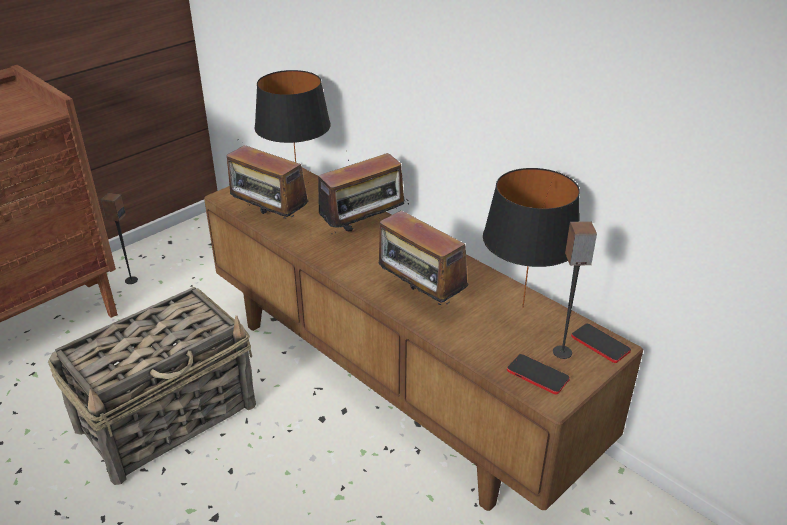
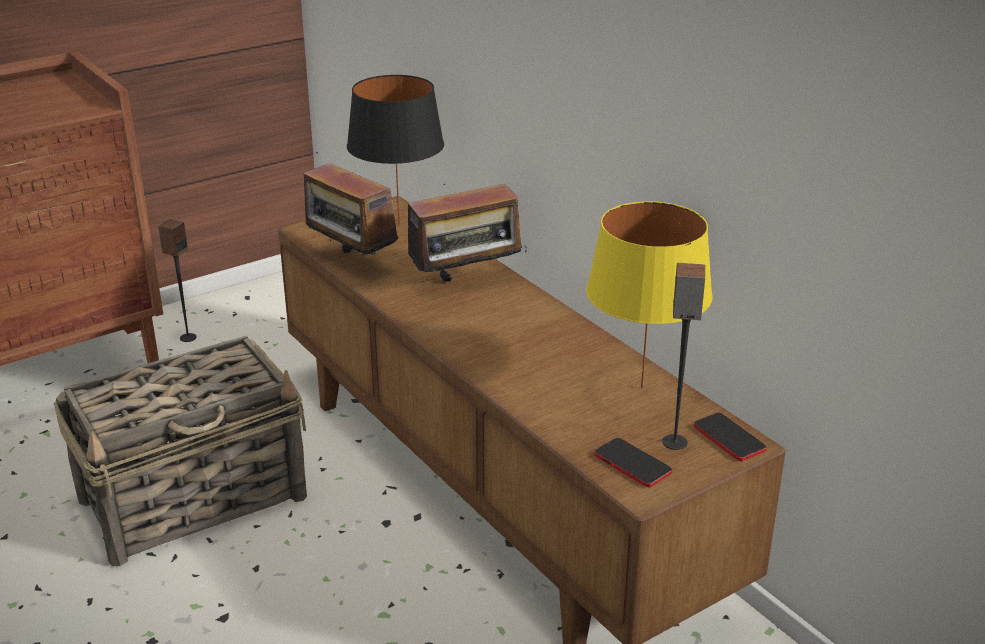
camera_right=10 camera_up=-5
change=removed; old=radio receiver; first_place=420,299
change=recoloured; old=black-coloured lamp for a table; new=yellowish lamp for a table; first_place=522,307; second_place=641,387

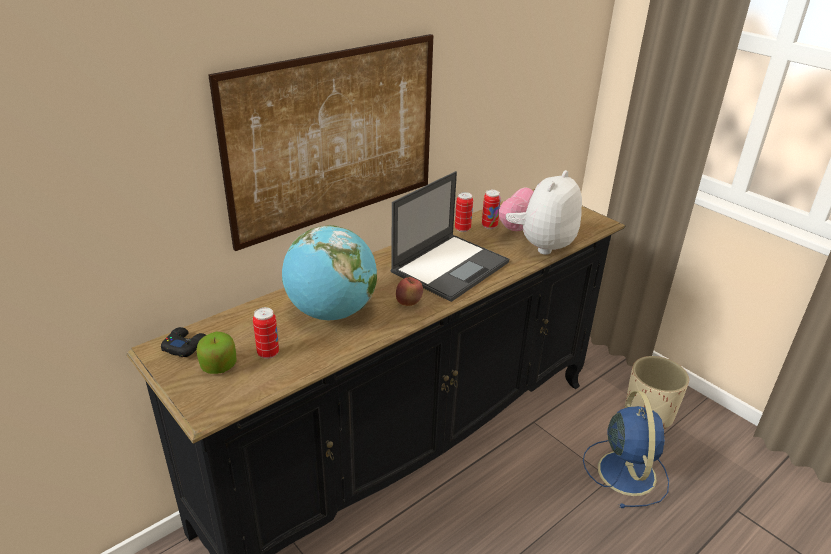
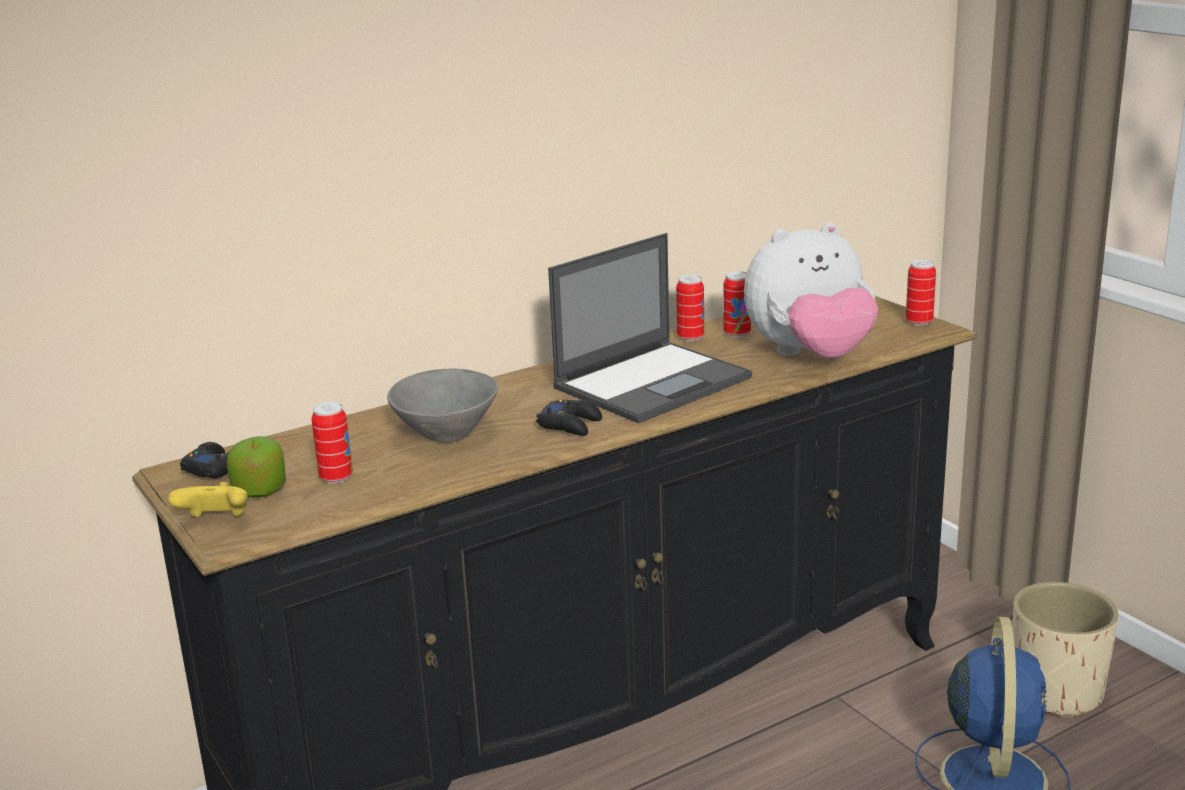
camera_right=10 camera_up=-10
change=removed; old=wall picture; first_place=335,138
change=added; new=yellowish game controller; second_place=215,521
change=added; new=metal can; second_place=919,322
change=replaced; old=globe; new=gray deep dish; first_place=331,312; second_place=446,434
change=replaced; old=apple fruit; new=black-coloured game controller; first_place=409,303; second_place=570,425
change=turned; old=cuddly toy; first_place=538,244; second_place=810,356; degrees=-150

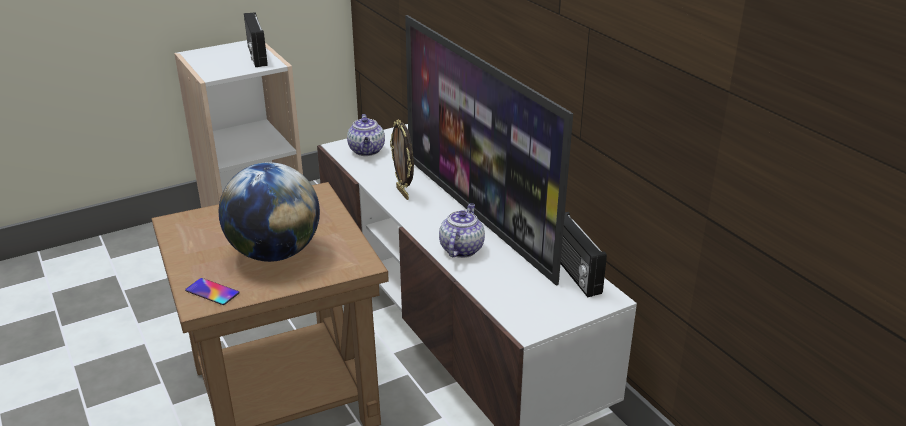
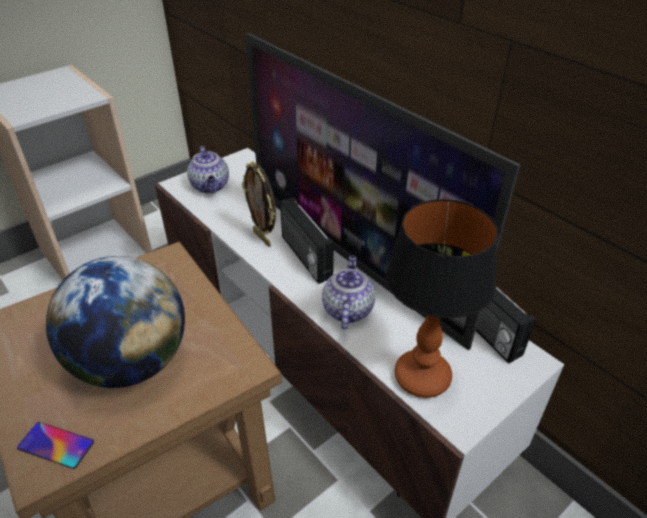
camera_right=-10 camera_up=10
change=added; new=lamp for a table; second_place=421,376
change=moved; old=radio receiver; first_place=256,56; second_place=304,257

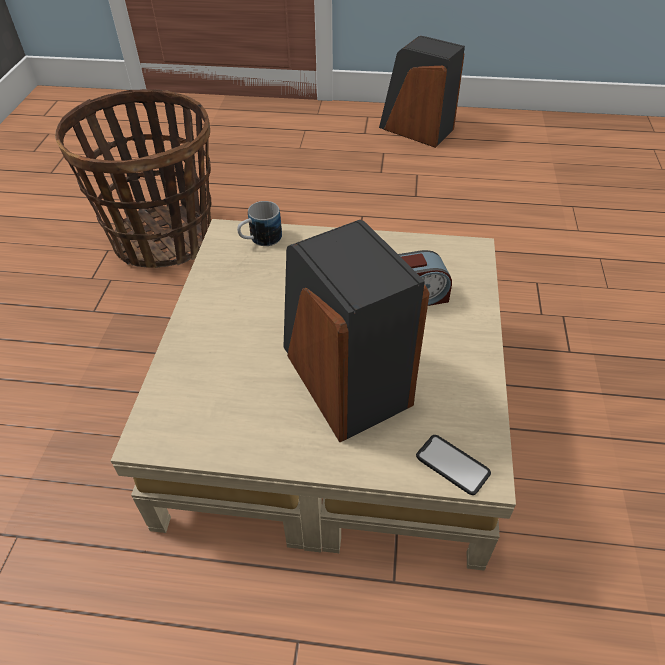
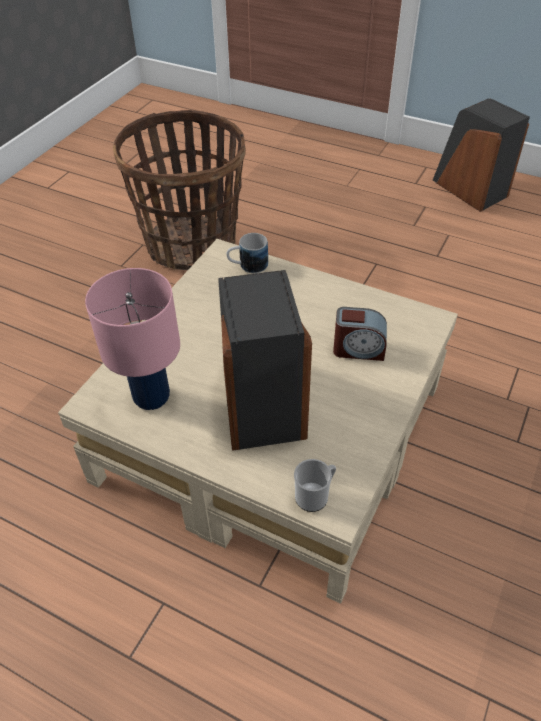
camera_right=20 camera_up=0
change=added; new=pink-coloured lamp for a table; second_place=149,397
change=replaced; old=telephone; new=tea mug; first_place=452,465; second_place=314,496

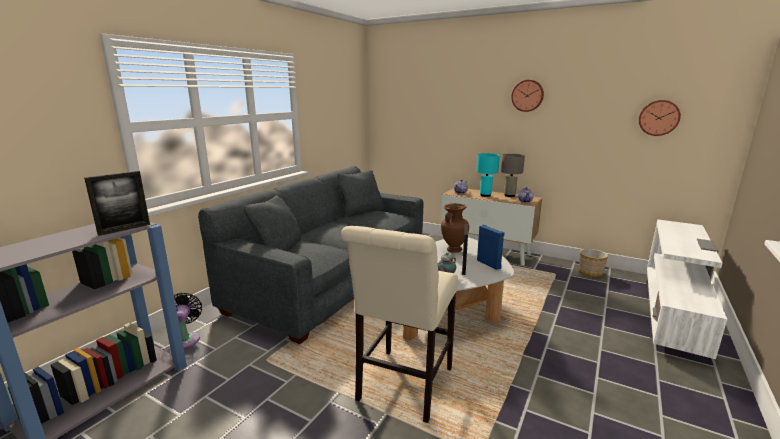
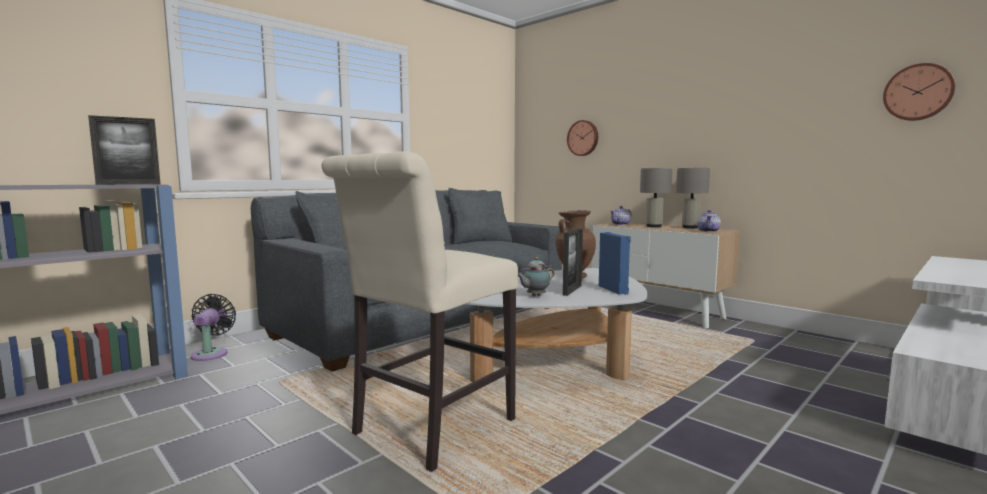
camera_right=15 camera_up=-10
change=removed; old=plant pot; first_place=591,272
change=moved; old=wall clock; first_place=527,95; second_place=583,138
change=recoloured; old=turquoise lamp for a table; new=gray lamp for a table; first_place=485,195; second_place=654,226

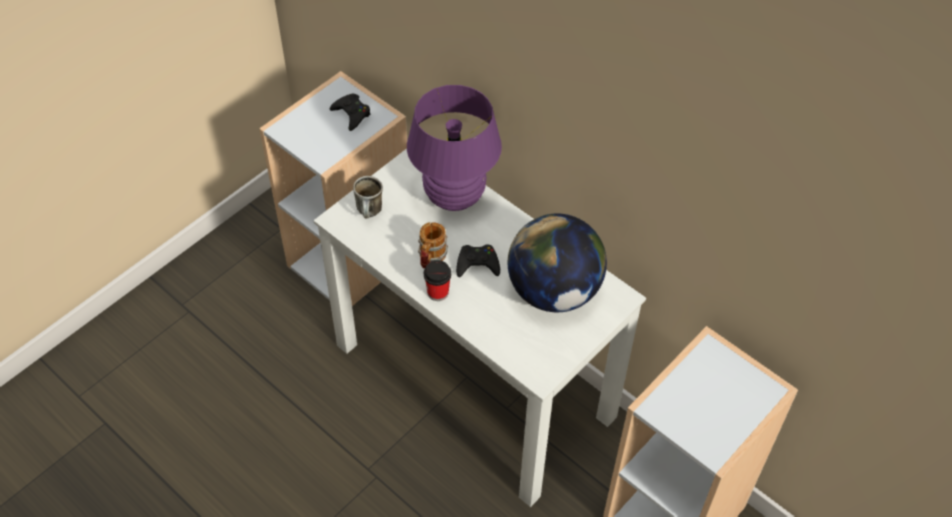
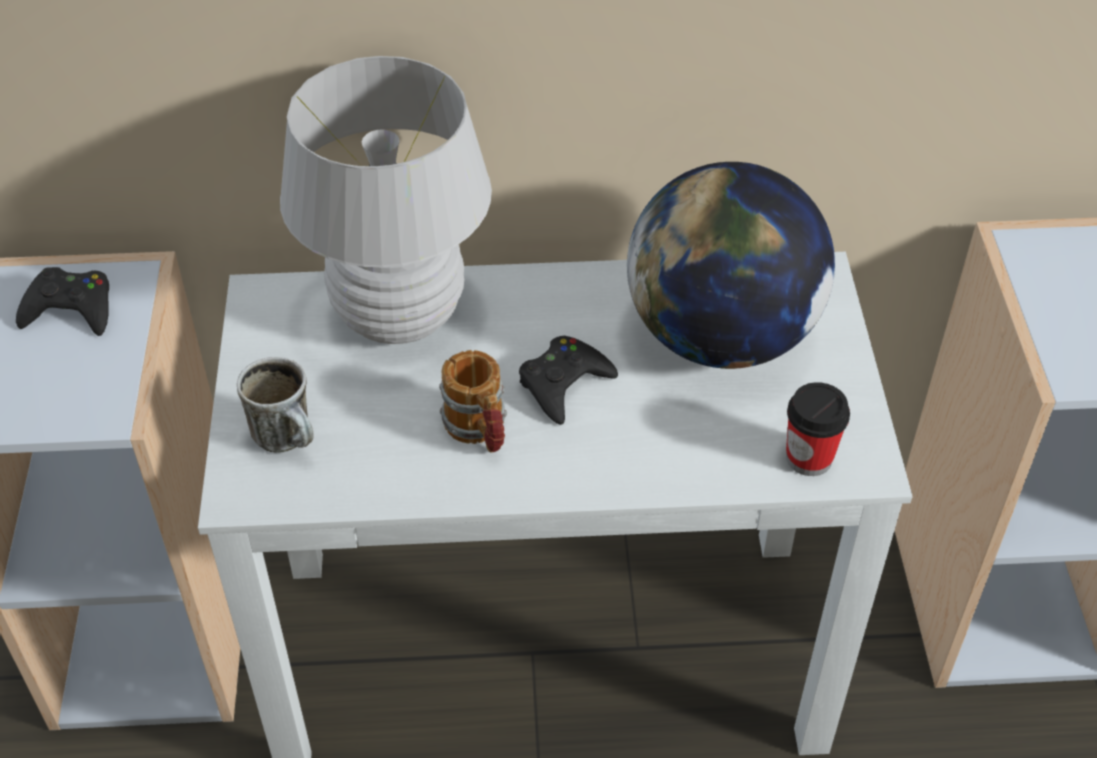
camera_right=-45 camera_up=-5
change=moved; old=small cup; first_place=438,292; second_place=809,458
change=recoloured; old=purple-coloured lamp for a table; new=white lamp for a table; first_place=454,196; second_place=398,317

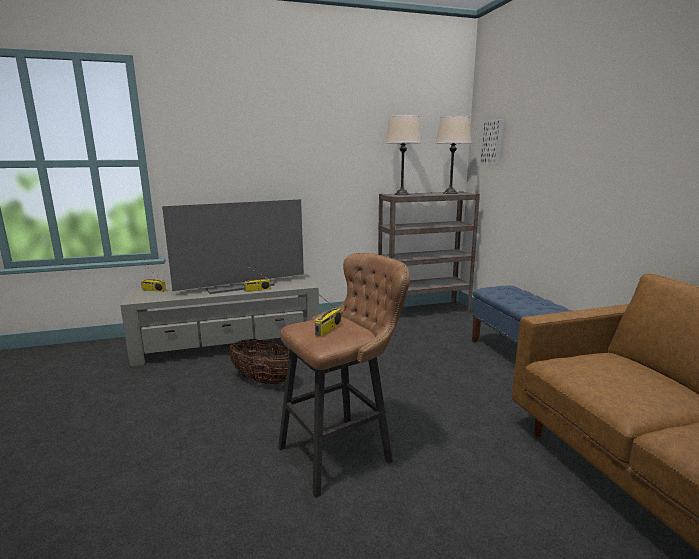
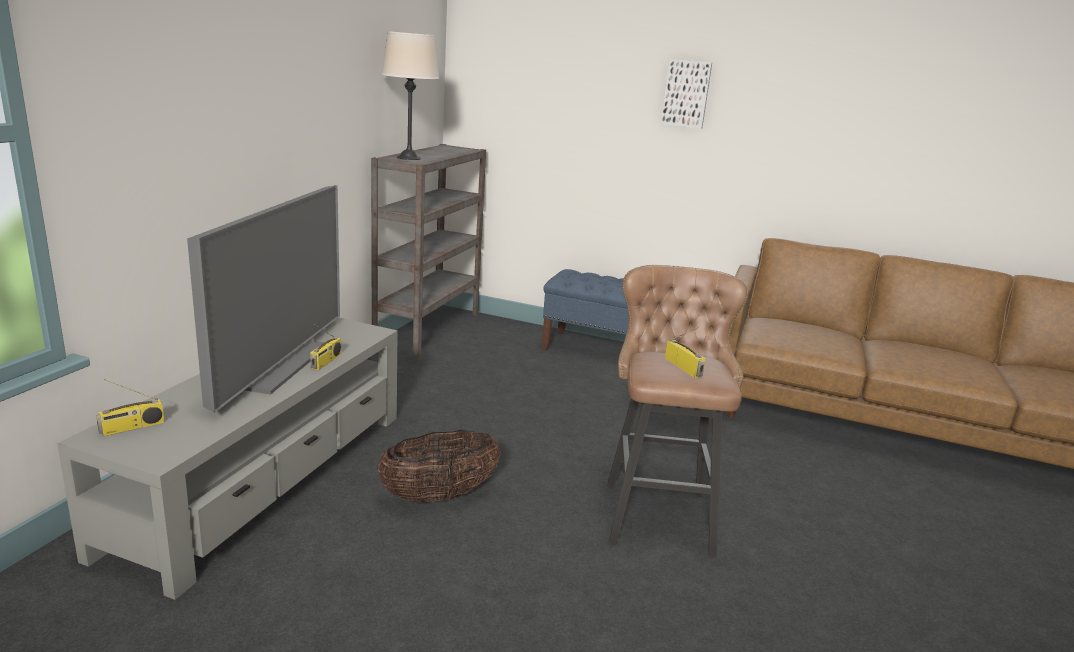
camera_right=-55 camera_up=5
change=removed; old=beige lamp for a table; first_place=450,193
change=moved; old=wall picture; first_place=493,142; second_place=686,93

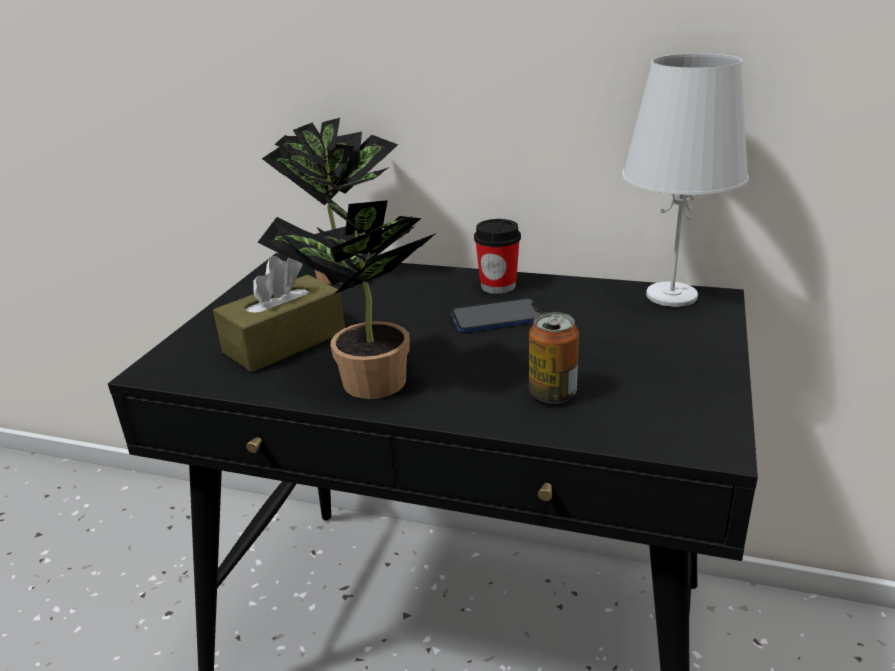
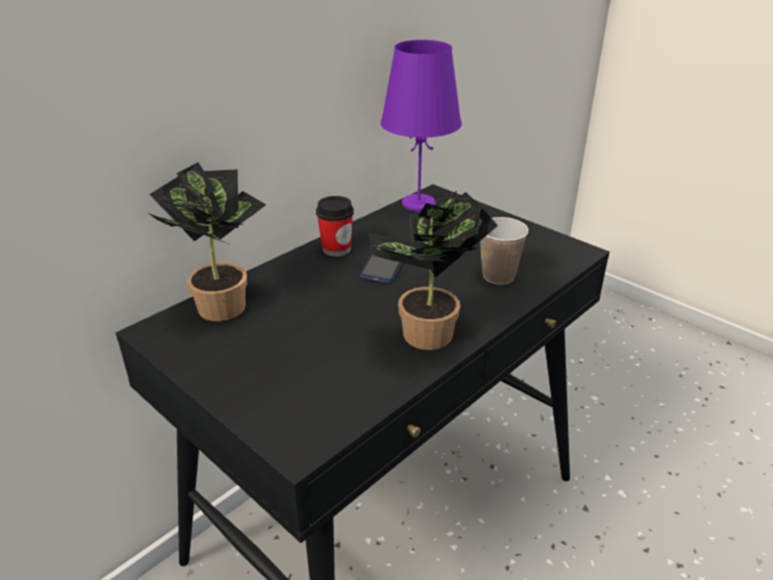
camera_right=-65 camera_up=5
change=removed; old=brown-coloured tissue holder; first_place=285,342
change=replaced; old=metal can; new=small cup; first_place=552,394; second_place=498,276
change=recoloured; old=white lamp for a table; new=purple-coloured lamp for a table; first_place=671,295; second_place=418,203

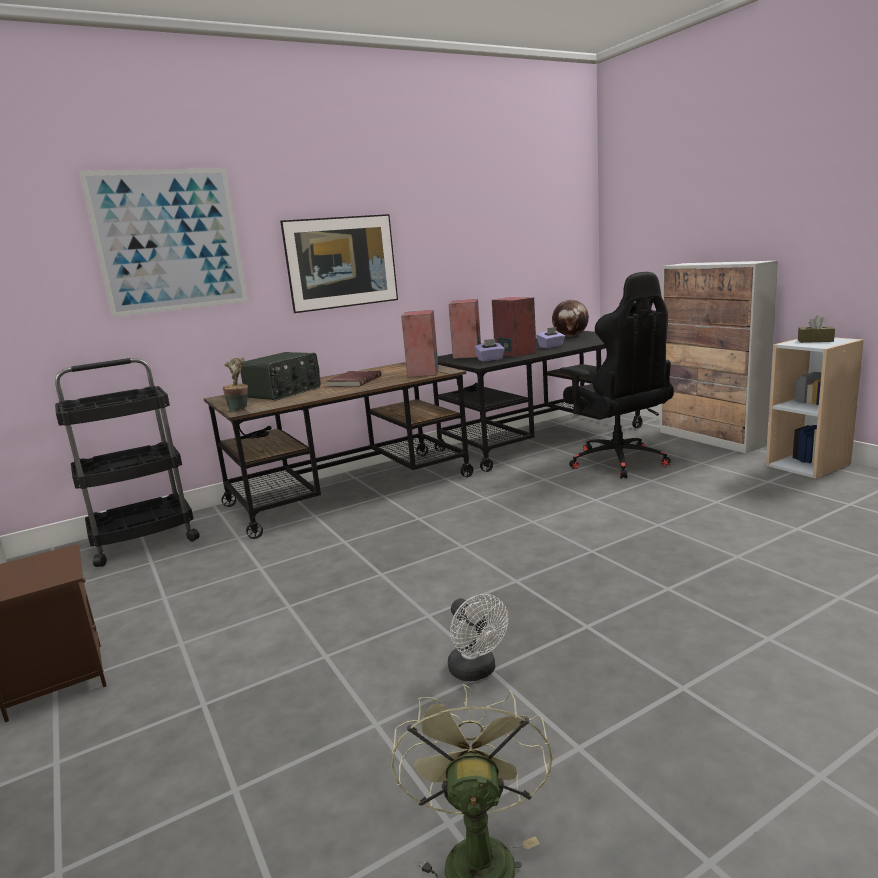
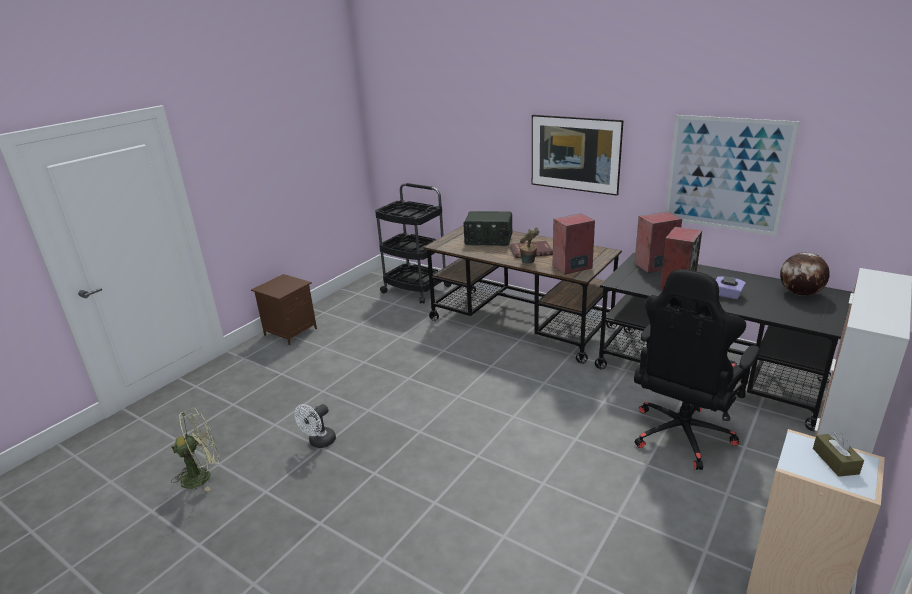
camera_right=65 camera_up=10
change=removed; old=purple-coloured tissue holder; first_place=490,359
change=moved; old=wall picture; first_place=169,241; second_place=726,174
change=moved; old=plant in a pot; first_place=240,409; second_place=528,262

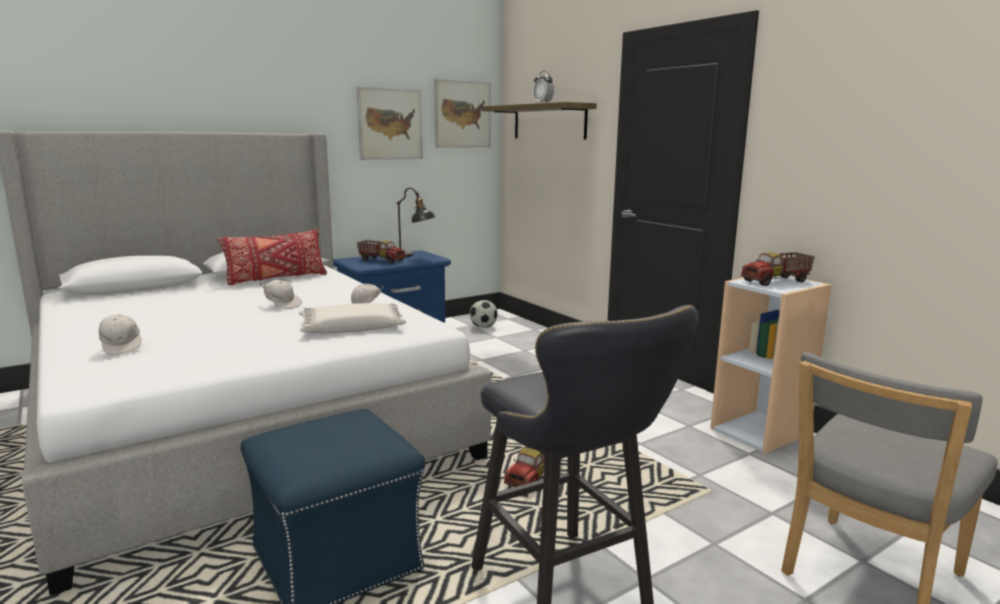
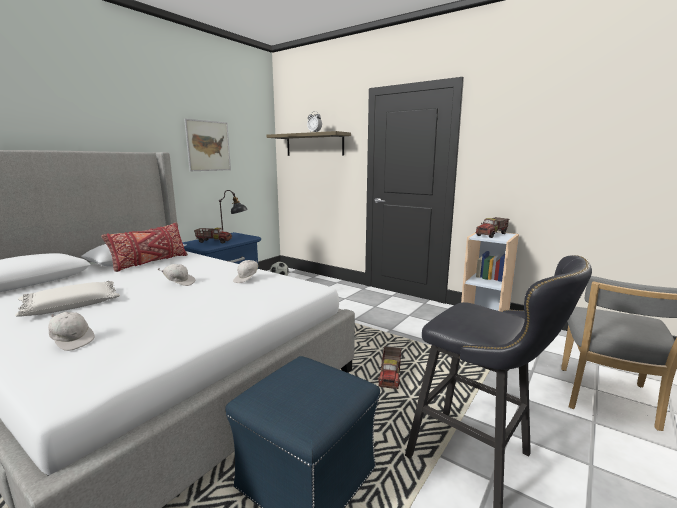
camera_right=-20 camera_up=0
change=removed; old=wall picture; first_place=462,114
change=moved; old=white cushion; first_place=352,326; second_place=71,303

